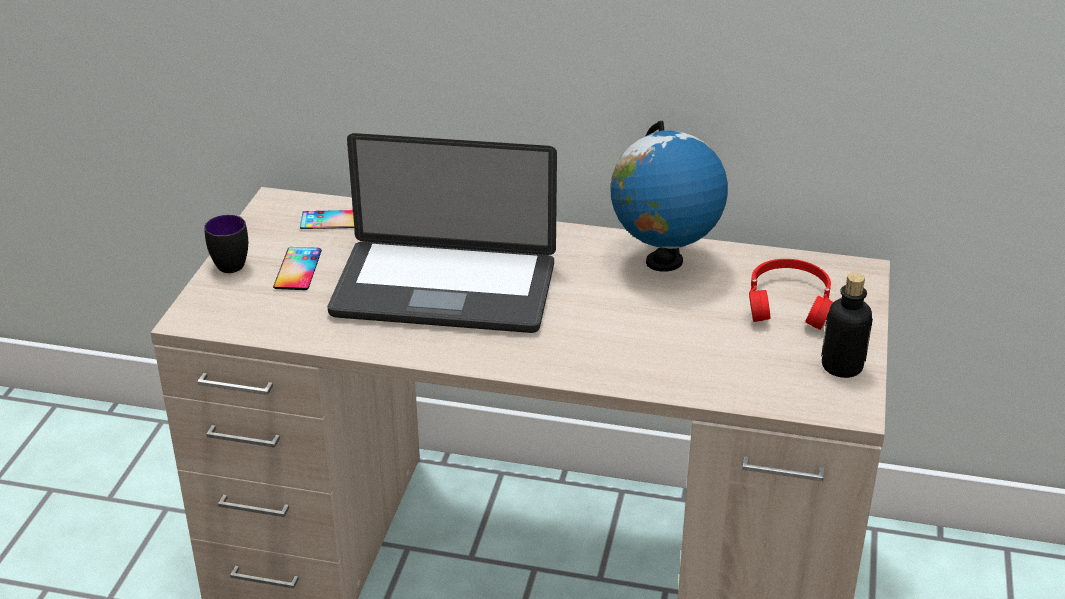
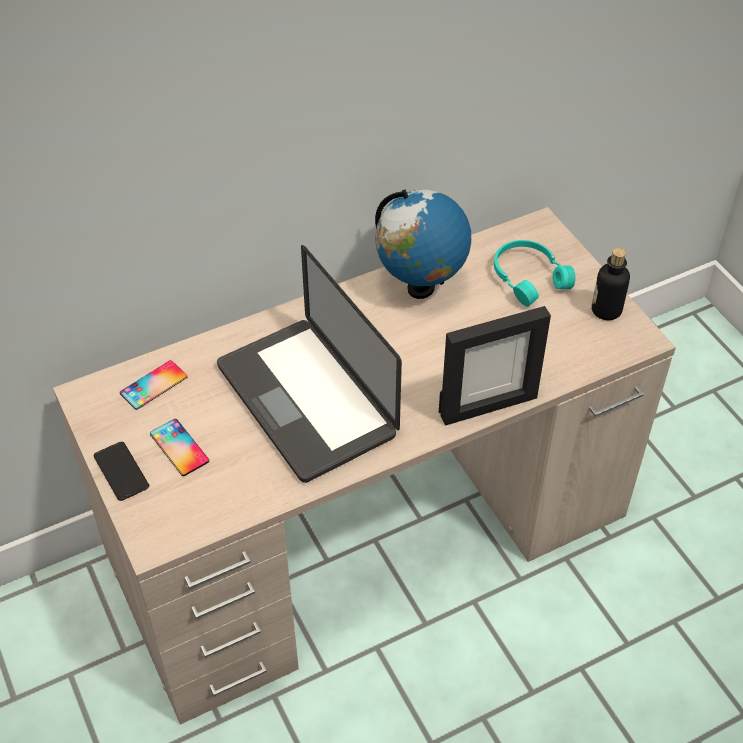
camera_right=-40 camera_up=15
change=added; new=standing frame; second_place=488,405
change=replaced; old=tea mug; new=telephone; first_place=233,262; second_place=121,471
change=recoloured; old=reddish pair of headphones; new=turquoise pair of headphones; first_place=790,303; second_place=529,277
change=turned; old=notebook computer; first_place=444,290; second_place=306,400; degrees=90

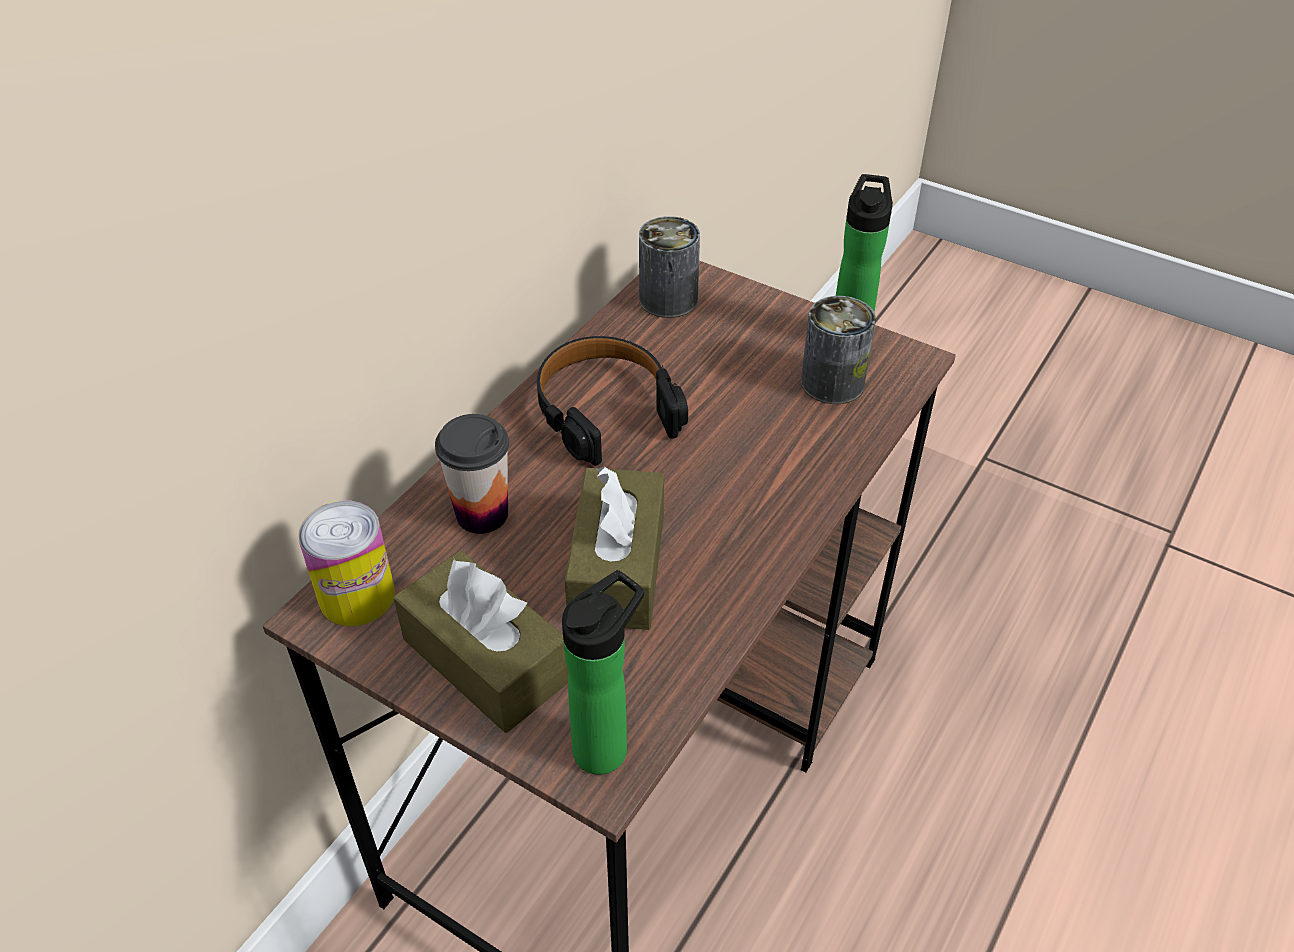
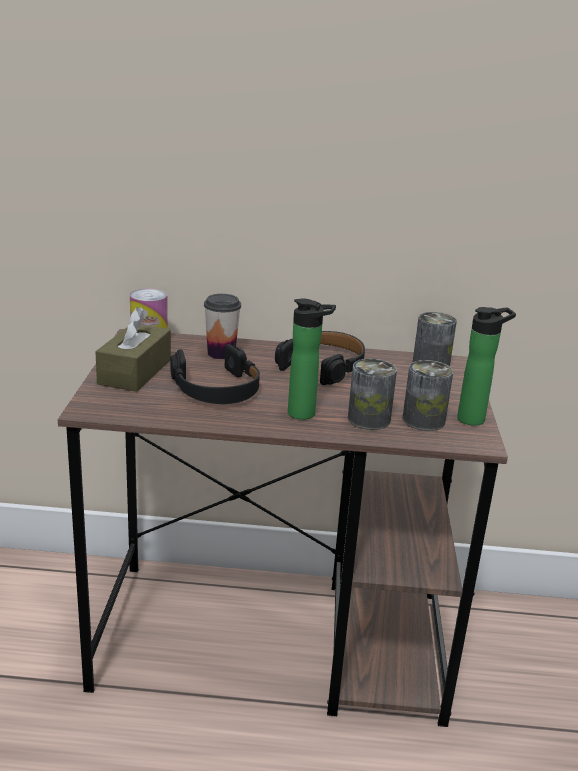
camera_right=60 camera_up=-20
change=added; new=metal can; second_place=369,419
change=moved; old=bottle; first_place=606,746; second_place=305,414
change=replaced; old=brown-coloured tissue holder; new=black-coloured pair of headphones; first_place=617,568; second_place=216,389

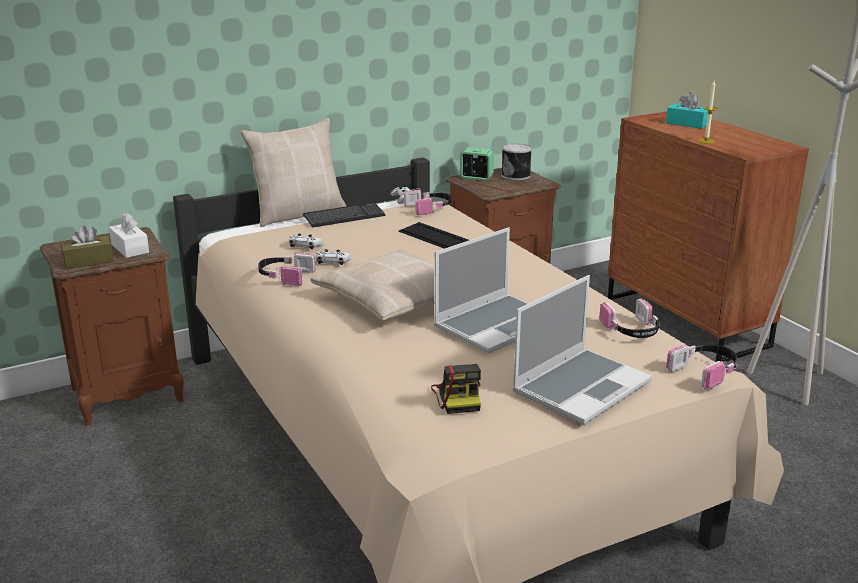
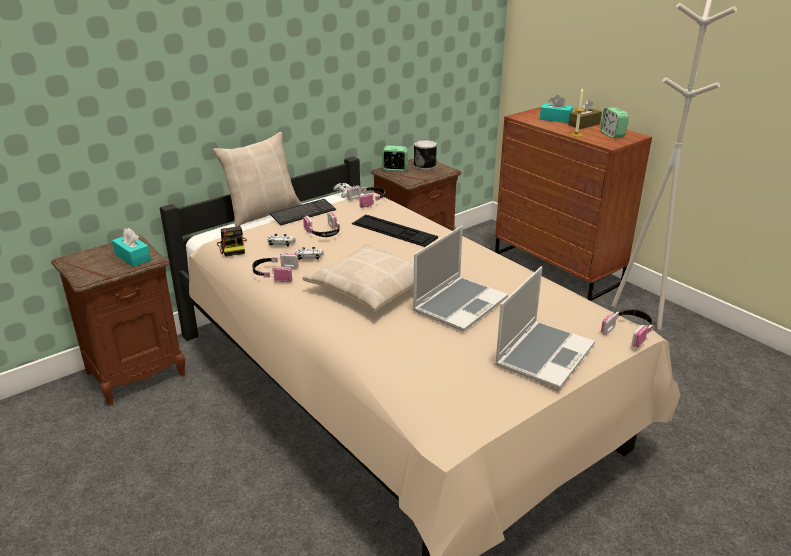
camera_right=-10 camera_up=5
change=added; new=table clock; second_place=612,134
change=moved; old=brown-coloured tissue holder; first_place=88,261; second_place=584,124
change=moved; old=photo camera; first_place=458,397; second_place=233,247
change=moved; old=pair of headphones; first_place=631,331; second_place=323,233
change=recoloured; old=white tissue holder; new=turquoise tissue holder; first_place=130,248; second_place=133,257

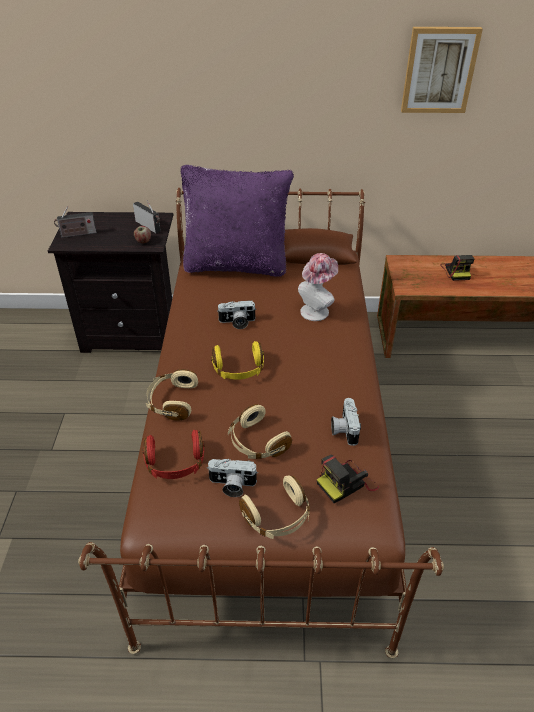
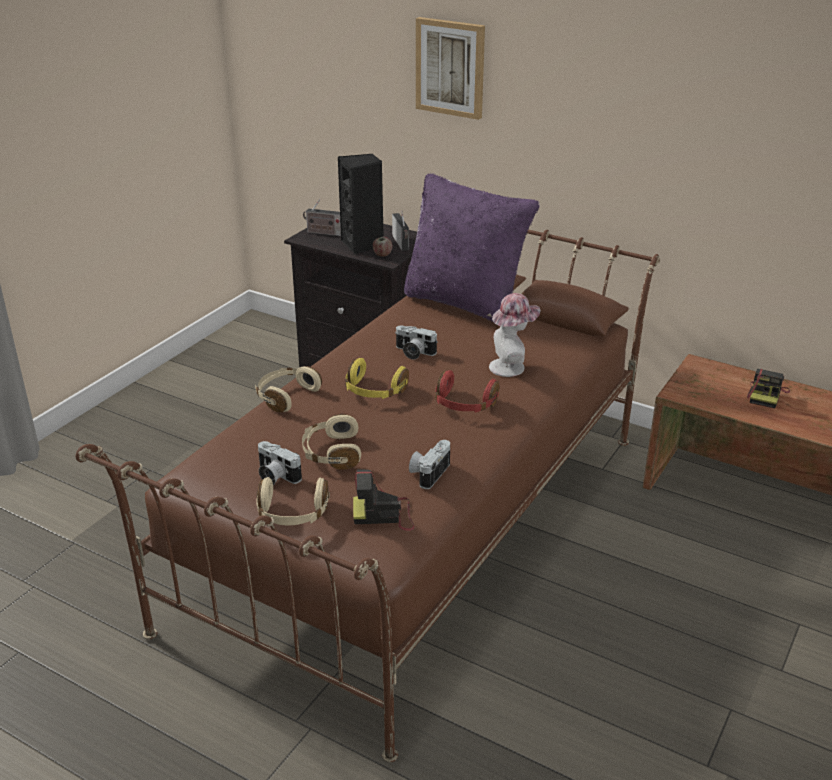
camera_right=30 camera_up=-10
change=added; new=black-coloured audio speaker; second_place=363,245
change=moved; old=reddish pair of headphones; first_place=175,463; second_place=464,404
change=moved; old=wall picture; first_place=439,70; second_place=450,67

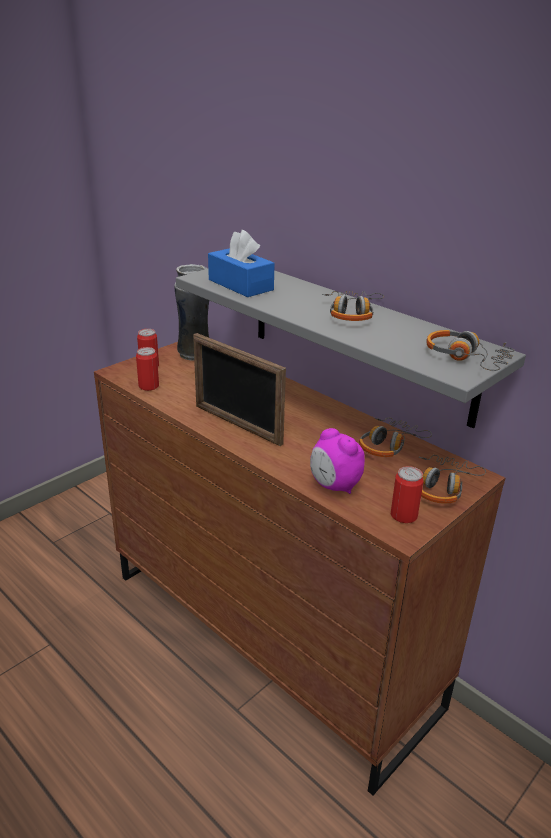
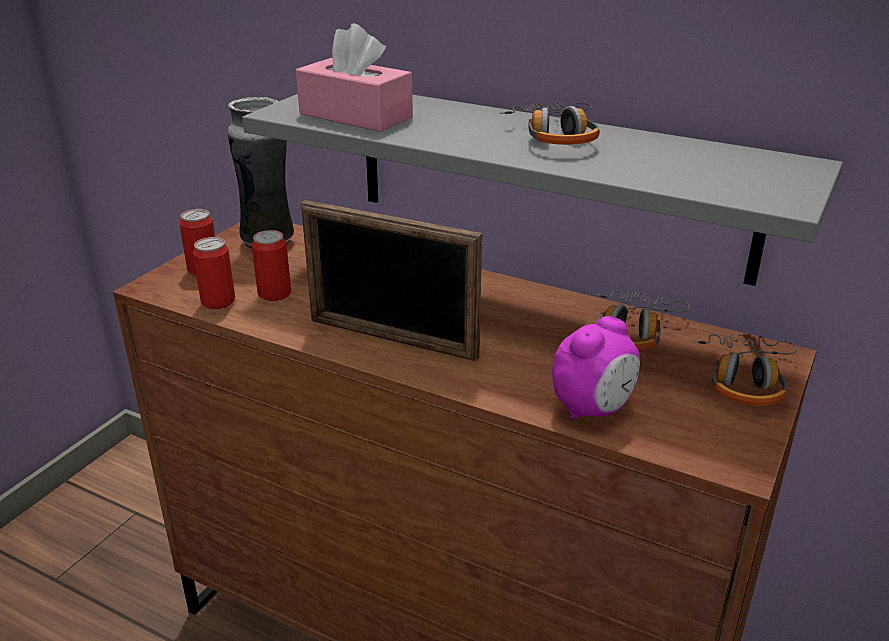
camera_right=-15 camera_up=0
change=removed; old=pair of headphones; first_place=467,358
change=moved; old=metal can; first_place=404,515; second_place=274,293
change=recoloured; old=bluish tissue holder; new=pink-coloured tissue holder; first_place=240,285; second_place=355,116
change=turned; old=table clock; first_place=334,486; second_place=593,409; degrees=-75

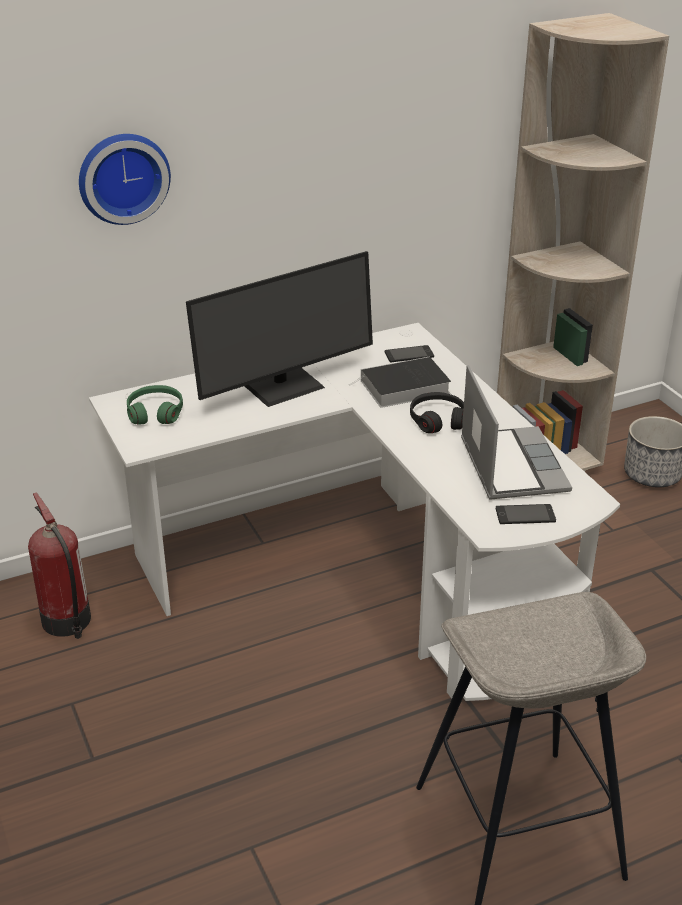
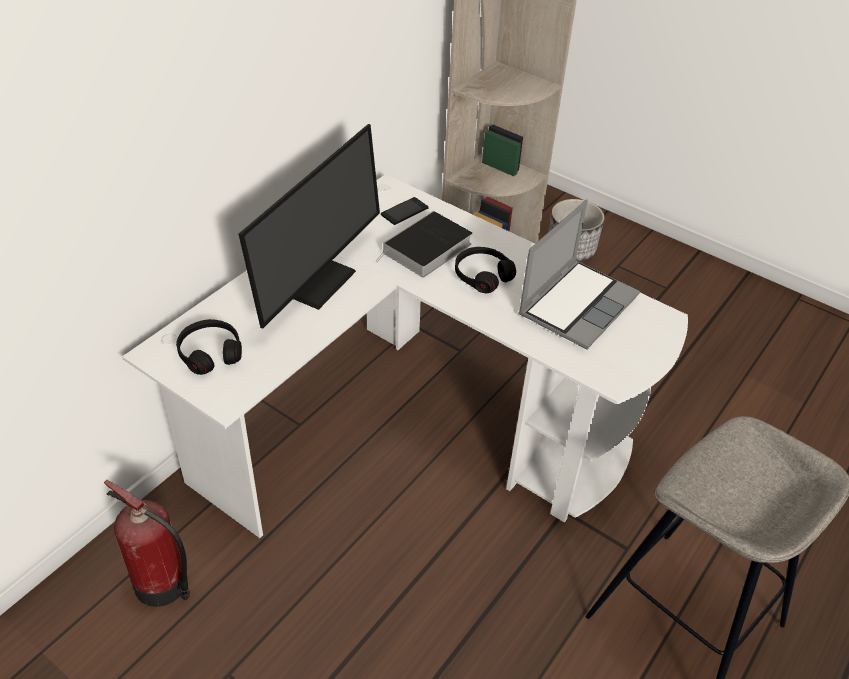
camera_right=-30 camera_up=10
change=removed; old=wall clock; first_place=122,177
change=removed; old=telephone; first_place=525,515
change=recoloured; old=green pair of headphones; new=black-coloured pair of headphones; first_place=155,412; second_place=210,352
change=turned; old=notebook computer; first_place=511,465; second_place=577,304; degrees=75

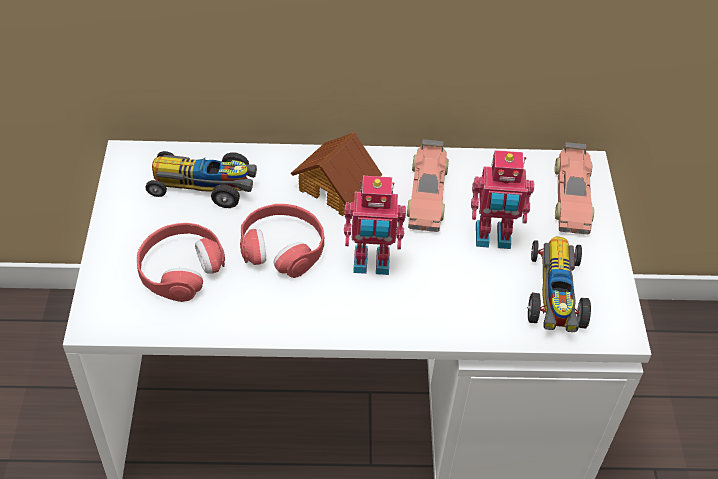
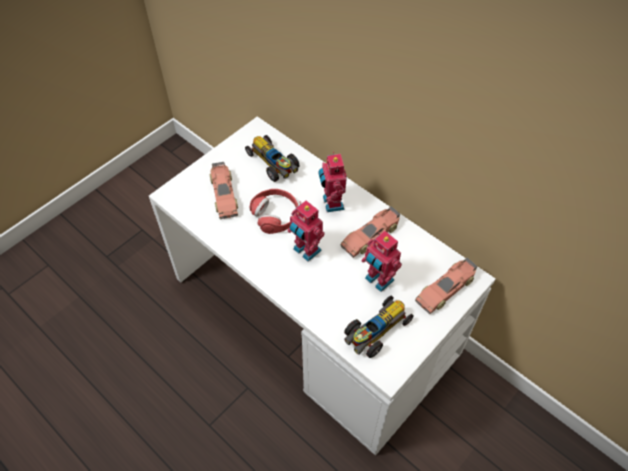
camera_right=45 camera_up=5
change=replaced; old=reddish pair of headphones; new=toy car; first_place=180,268; second_place=224,195
change=replaced; old=miniature house; new=model robot; first_place=337,187; second_place=331,203

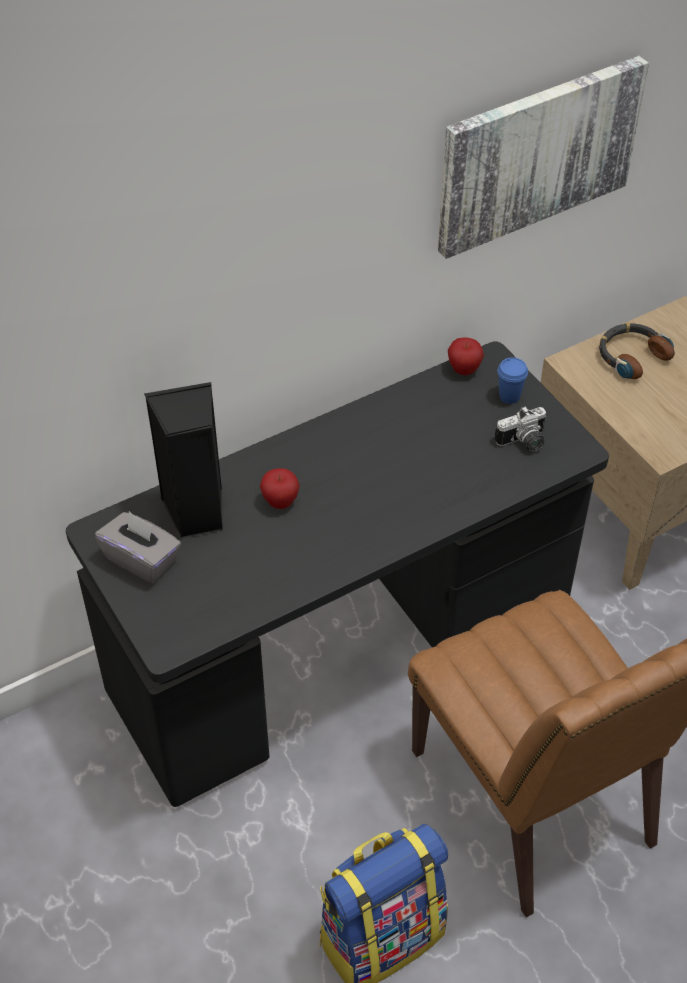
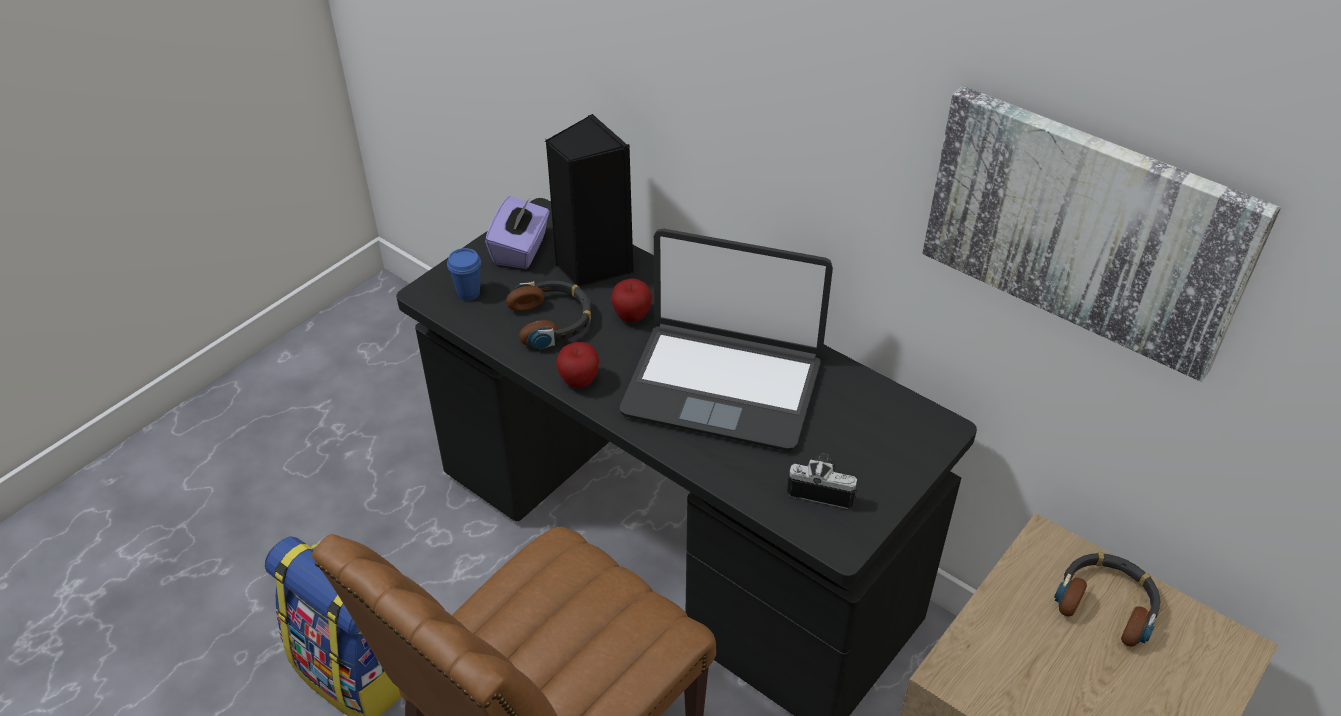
camera_right=70 camera_up=-5
change=added; new=pair of headphones; second_place=552,320
change=added; new=notebook computer; second_place=723,386
change=moved; old=apple fruit; first_place=464,370; second_place=579,381
change=moved; old=bluish small cup; first_place=509,396; second_place=468,293
change=recoloured; old=gray tissue holder; new=purple-coloured tissue holder; first_place=142,559; second_place=521,250
change=turned; old=photo camera; first_place=524,442; second_place=822,487; degrees=150

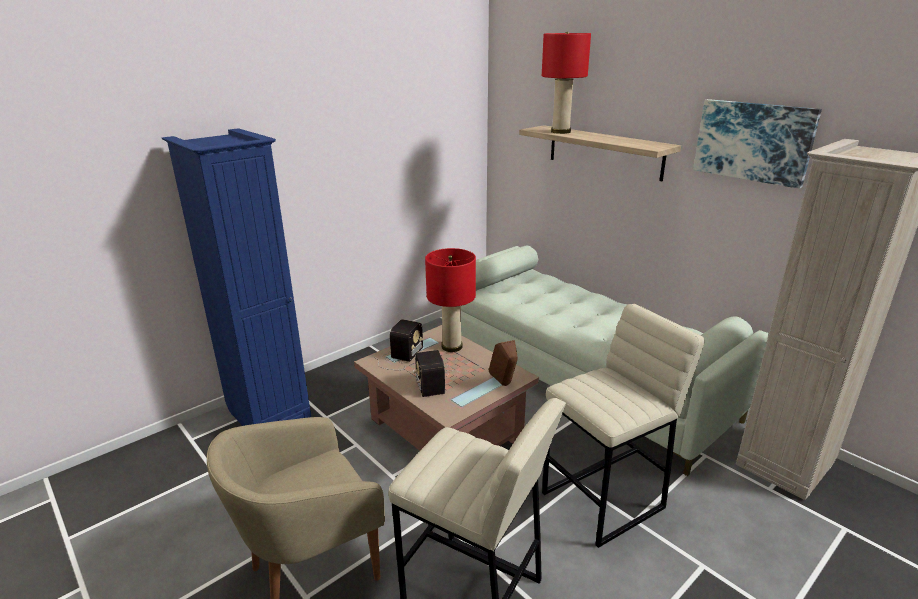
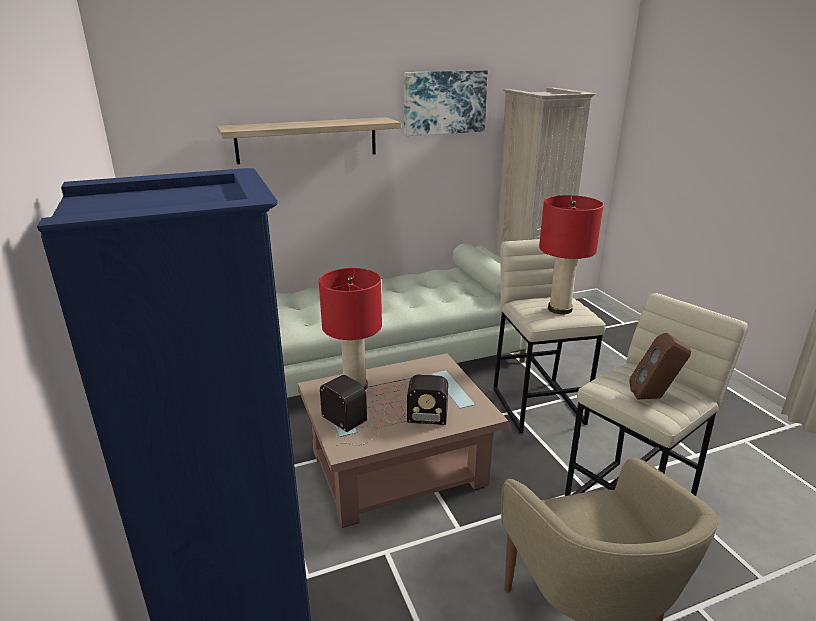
camera_right=-70 camera_up=0
change=moved; old=brown-coloured audio speaker; first_place=504,385; second_place=654,397
change=moved; old=reddish lamp for a table; first_place=560,132; second_place=560,309

